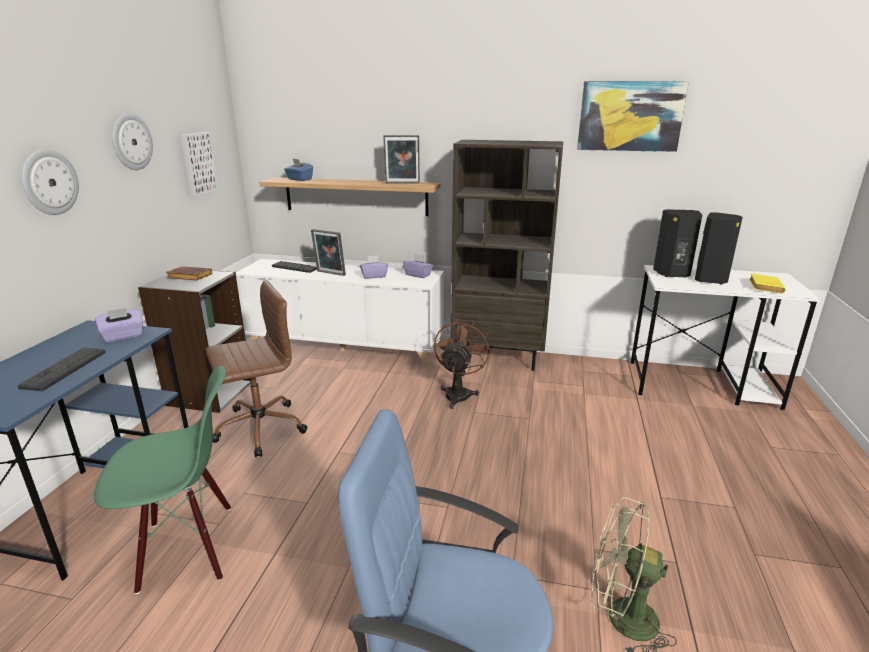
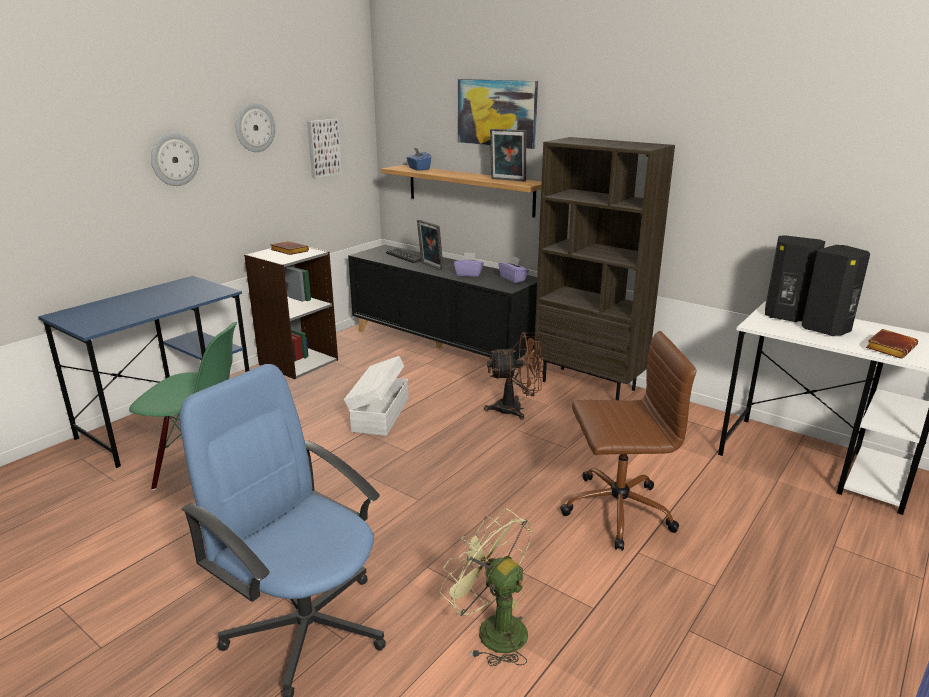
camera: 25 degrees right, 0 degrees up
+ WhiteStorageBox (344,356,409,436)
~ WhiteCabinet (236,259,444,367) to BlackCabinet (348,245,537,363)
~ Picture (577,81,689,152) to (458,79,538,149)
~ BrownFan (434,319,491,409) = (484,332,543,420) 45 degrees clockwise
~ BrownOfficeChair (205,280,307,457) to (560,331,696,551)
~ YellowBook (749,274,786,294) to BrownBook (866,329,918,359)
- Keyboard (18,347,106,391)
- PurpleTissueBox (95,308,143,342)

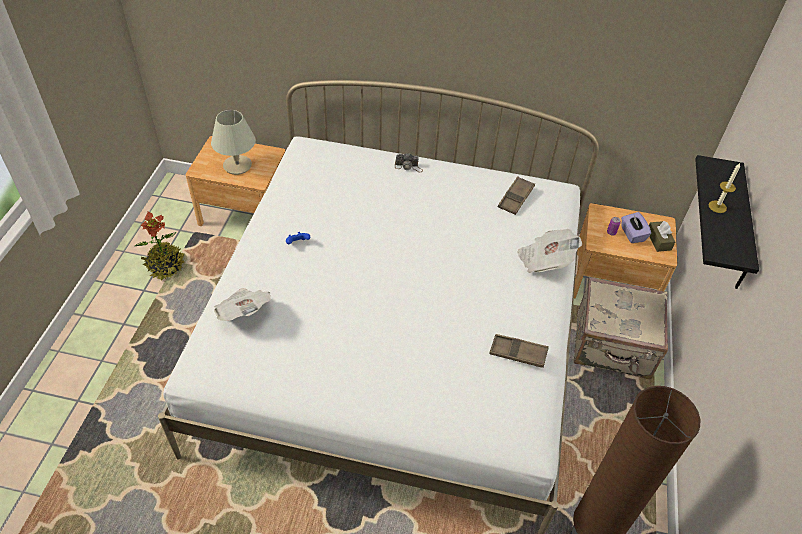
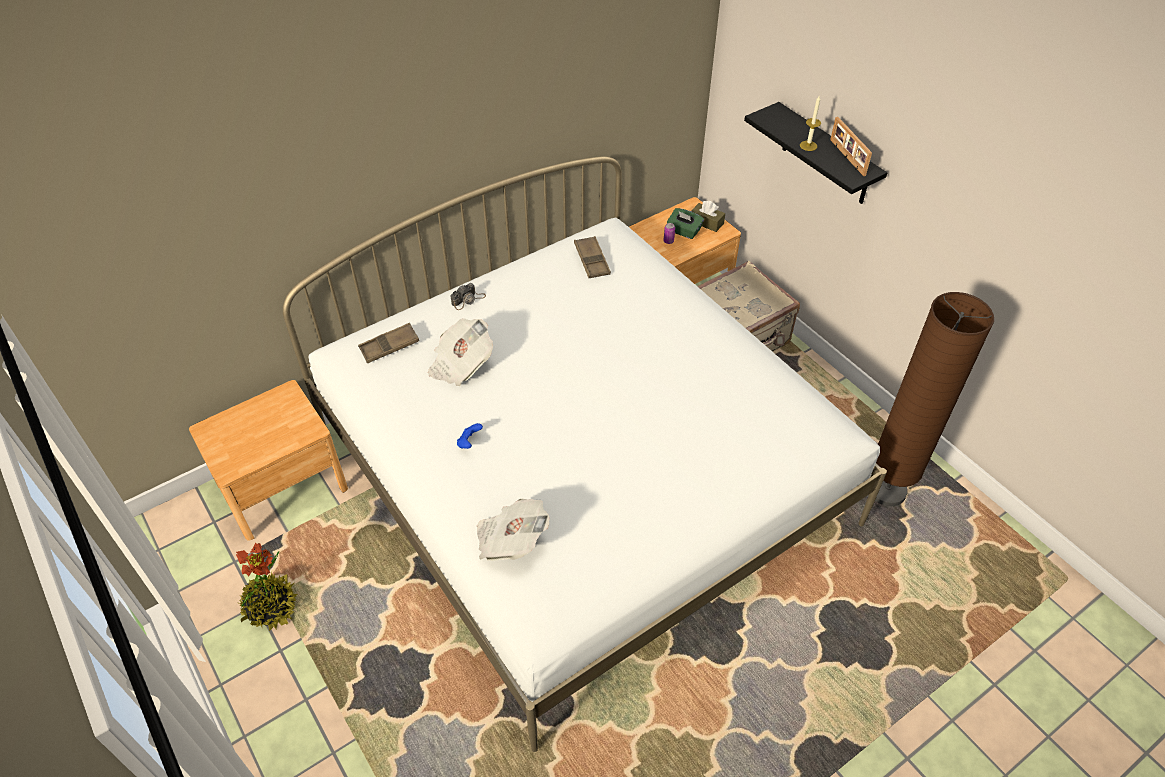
camera: 45 degrees left, 0 degrees up
~ BrownTray (489,334,549,368) to (358,323,419,363)
~ Newspaper (517,229,582,273) to (428,318,493,386)
~ PurpleTissueBox (621,212,651,243) to GreenTissueBox (667,208,704,239)
+ PictureFrame (830,117,872,176)
- BeigeTableLamp (211,110,256,175)

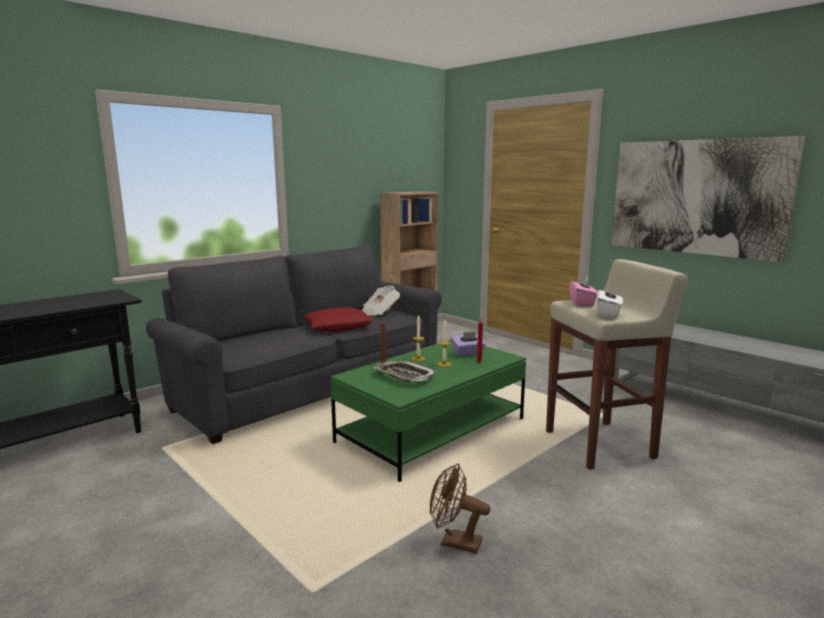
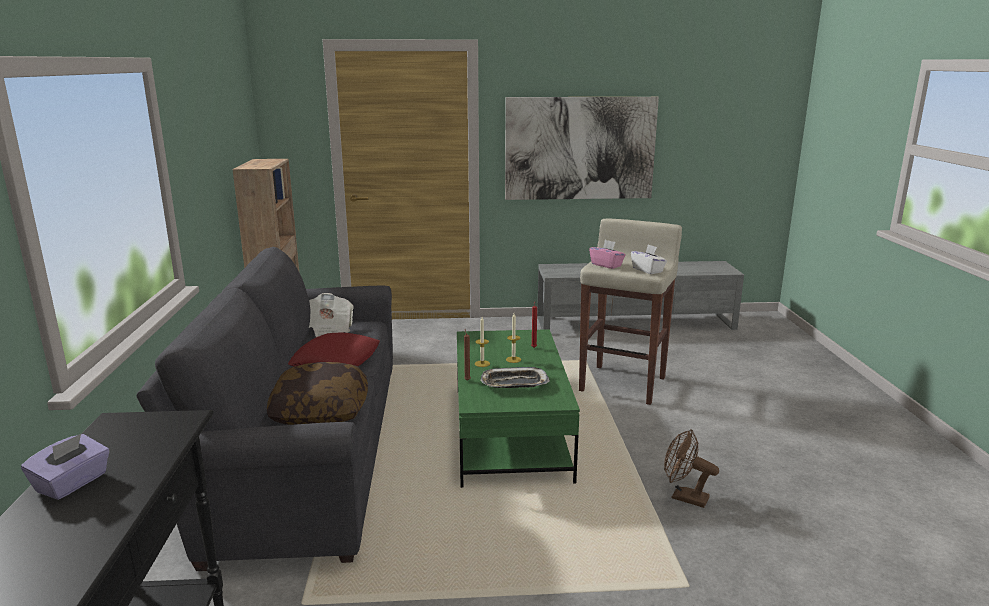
camera: 50 degrees left, 5 degrees up
~ PurpleTissueBox (451,332,486,357) to (21,434,110,500)
+ Pillow (267,362,368,425)
~ BrownFan (430,463,490,554) = (664,429,719,508) 60 degrees clockwise

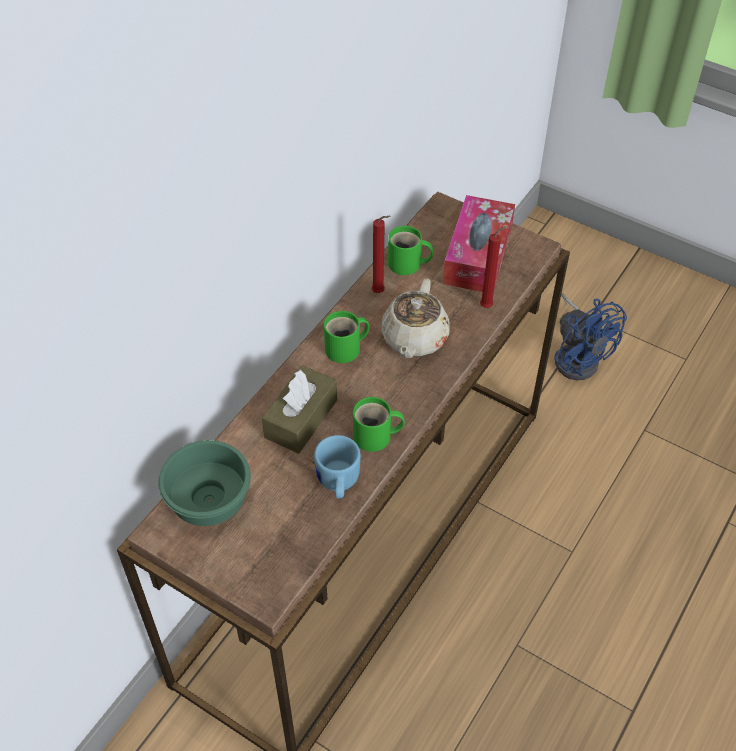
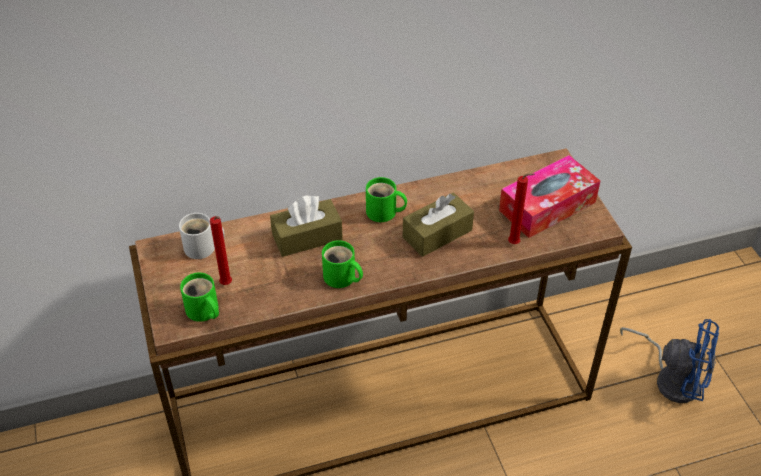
camera: 40 degrees right, 5 degrees down
~ GreenBowl (158,440,251,526) to WhiteMug (179,213,225,259)
~ GreenMug (388,226,433,275) to (180,273,219,322)
~ RedCandle (372,216,391,293) to (210,216,232,285)
~ BeigeTeapot (381,278,450,358) to BrownTissueBox (403,192,474,257)
~ BlueFan (554,293,627,380) = (620,319,719,403) 75 degrees counterclockwise
- BlueMug (314,435,361,498)

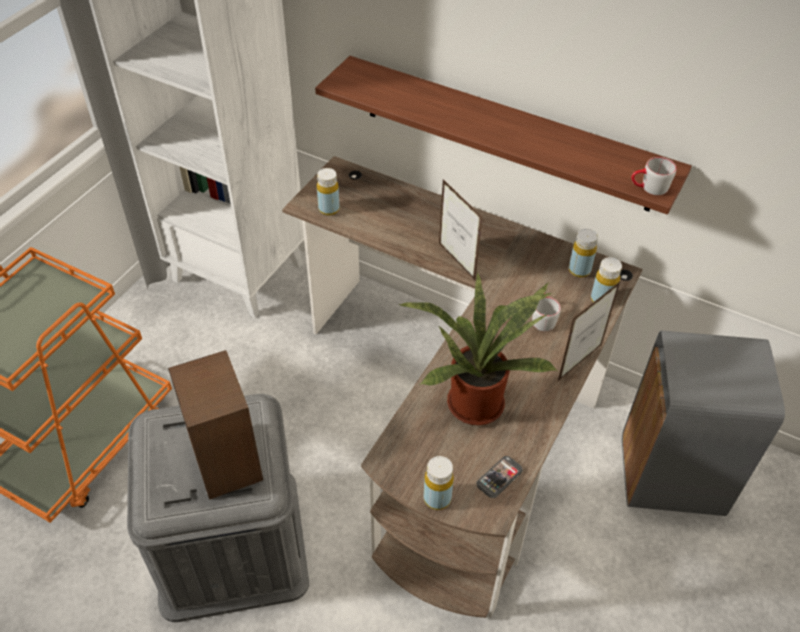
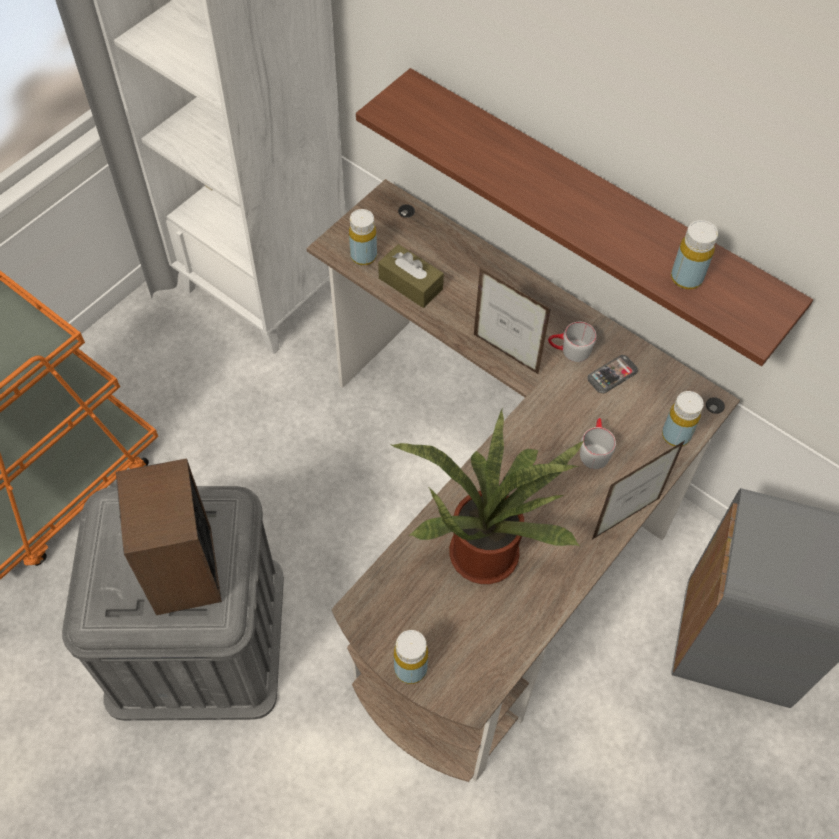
camera: 10 degrees right, 10 degrees up
+ BrownTissueBox (378,244,444,308)
~ PictureFrame (439,179,483,280) = (474,268,551,375) 150 degrees clockwise
~ GreyMug (631,157,676,195) to (548,322,597,362)
~ Phone (476,456,523,498) to (588,355,638,394)
~ YellowBottle (569,228,598,277) to (671,220,718,289)

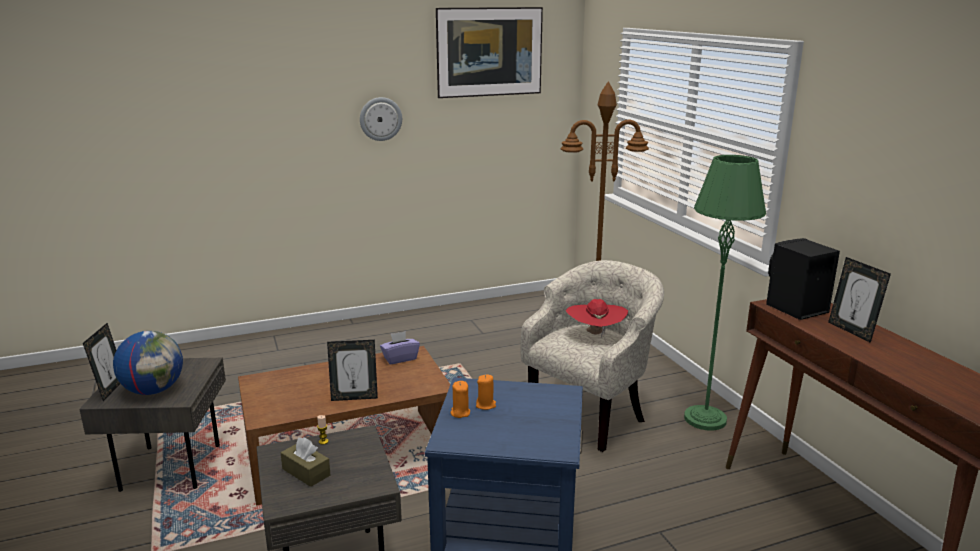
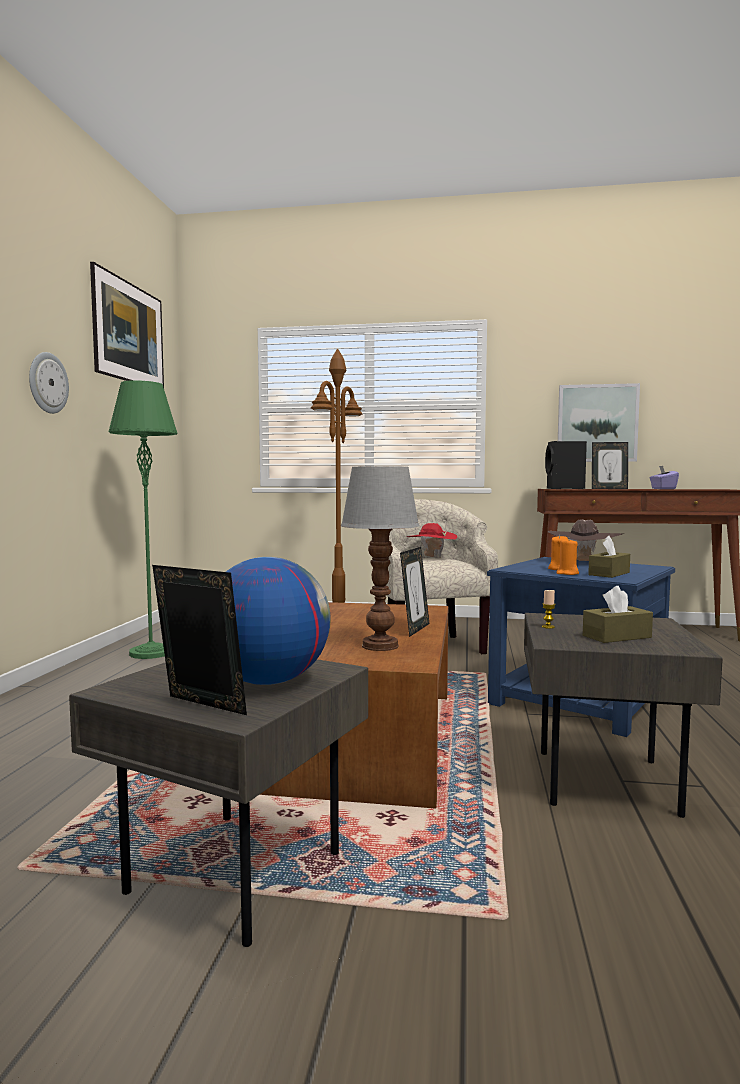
camera: 60 degrees left, 15 degrees down
~ GreenFloorLamp (684,155,766,431) to (109,380,178,659)
+ TableLamp (341,466,420,651)
+ BrownHat (548,519,624,561)
+ Picture (558,383,640,462)
+ BrownTissueBox (588,536,630,578)
~ PurpleTissueBox (380,331,420,364) to (650,466,679,489)

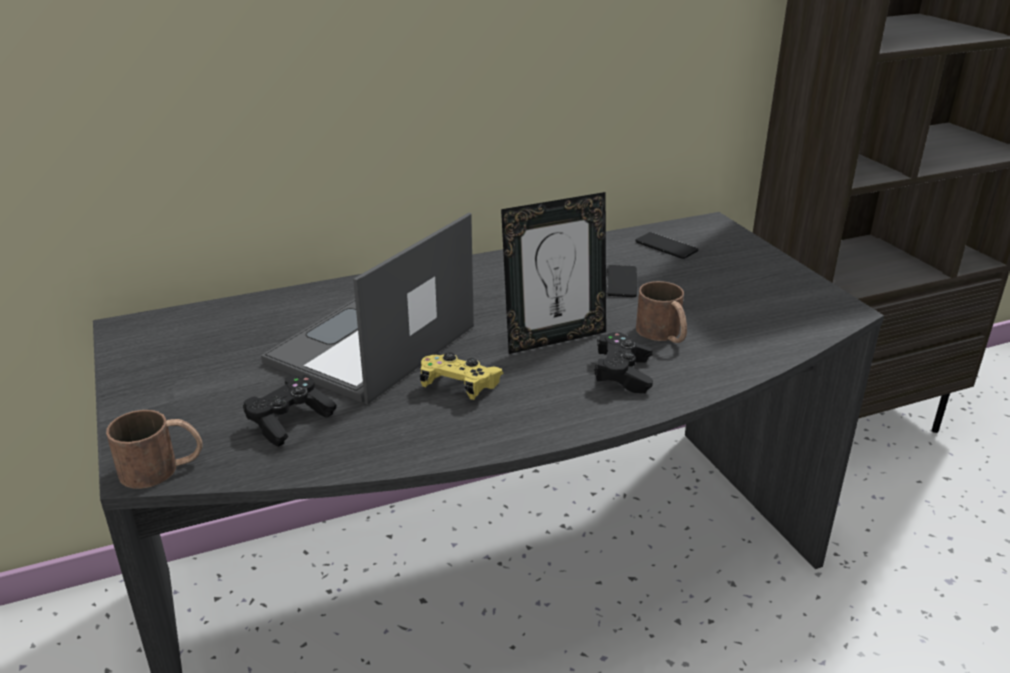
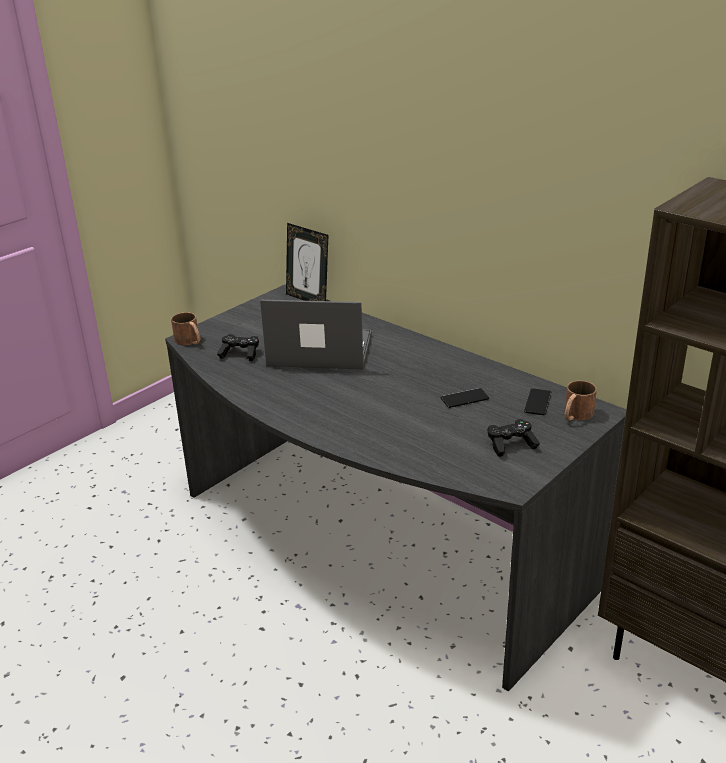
camera: 65 degrees right, 0 degrees up
~ PictureFrame (501,192,606,354) to (286,223,328,301)
~ BlackGameController (594,332,653,393) to (487,419,540,457)
~ BrownMug (636,281,687,343) to (564,381,597,421)
- YellowGameController (420,352,503,400)

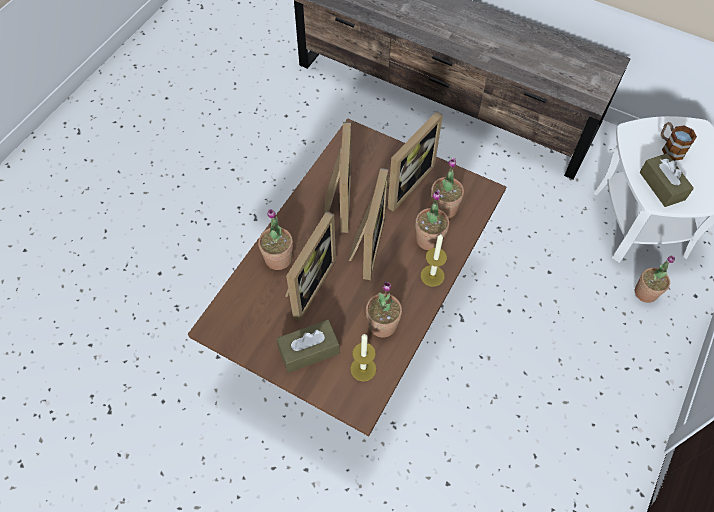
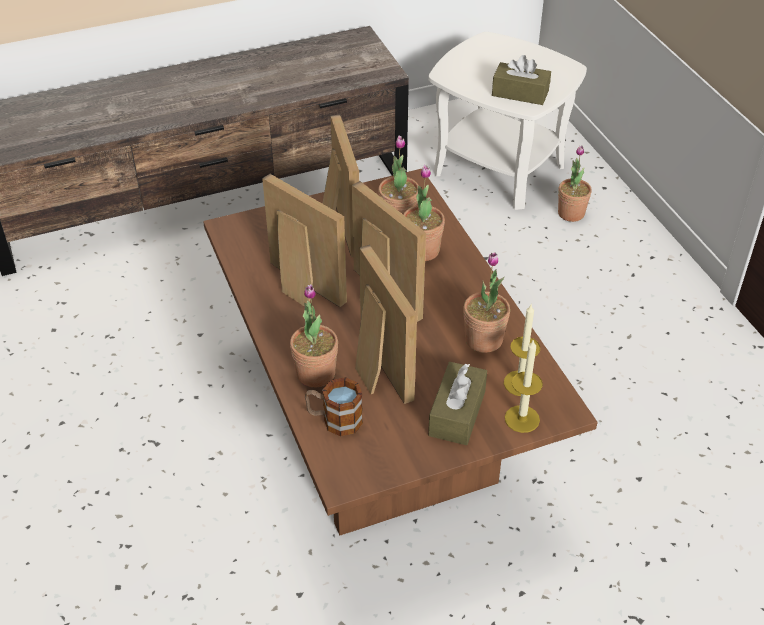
camera: 50 degrees left, 15 degrees down
~ Mug (661,122,697,161) to (305,377,363,436)
~ Candle (421,234,447,287) to (505,339,543,433)

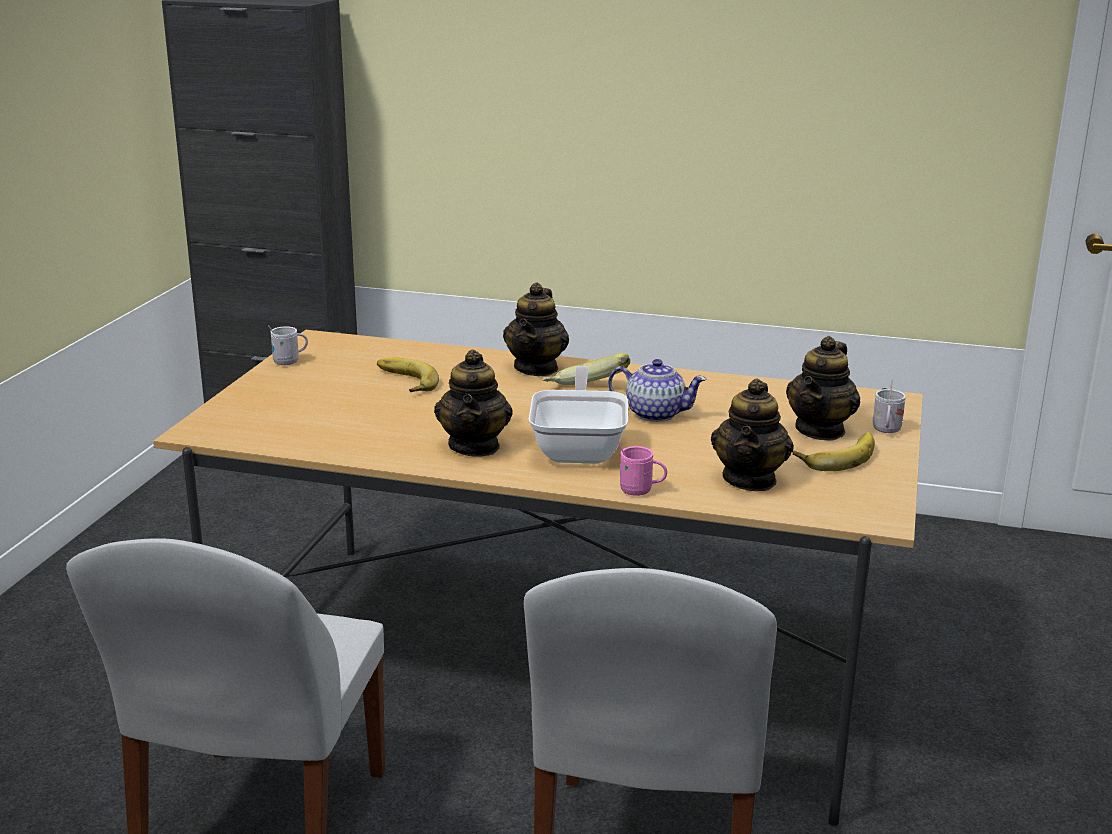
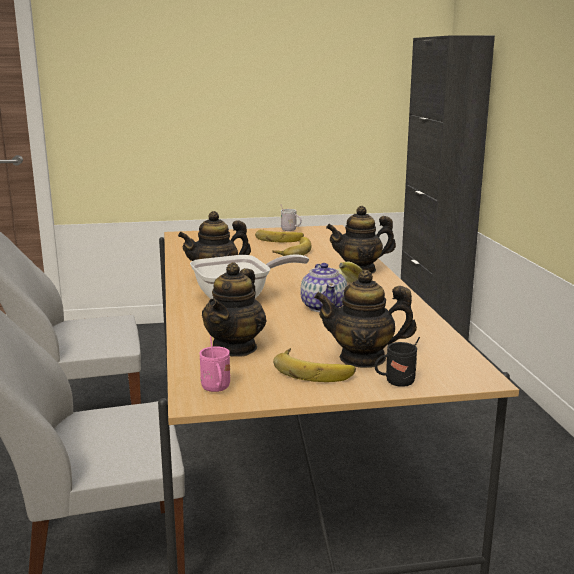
camera: 65 degrees right, 5 degrees down
~ PinkMug (617,441,667,496) to (199,336,230,392)
~ Teapot (711,378,794,491) = (202,262,267,357) 60 degrees counterclockwise
+ Banana (255,229,304,242)
~ WhiteMug (873,379,906,433) to BlackMug (374,337,420,387)

